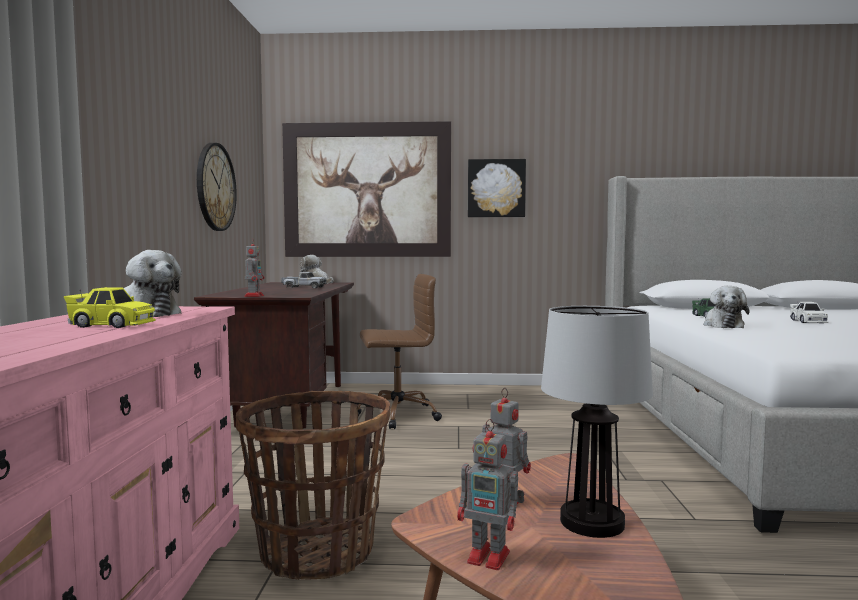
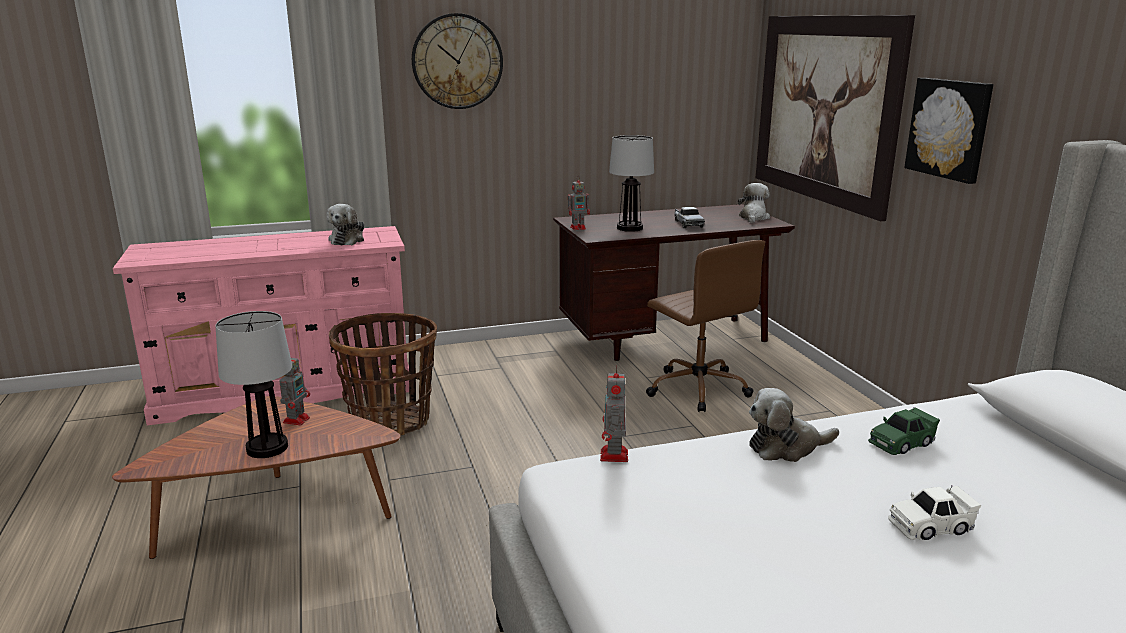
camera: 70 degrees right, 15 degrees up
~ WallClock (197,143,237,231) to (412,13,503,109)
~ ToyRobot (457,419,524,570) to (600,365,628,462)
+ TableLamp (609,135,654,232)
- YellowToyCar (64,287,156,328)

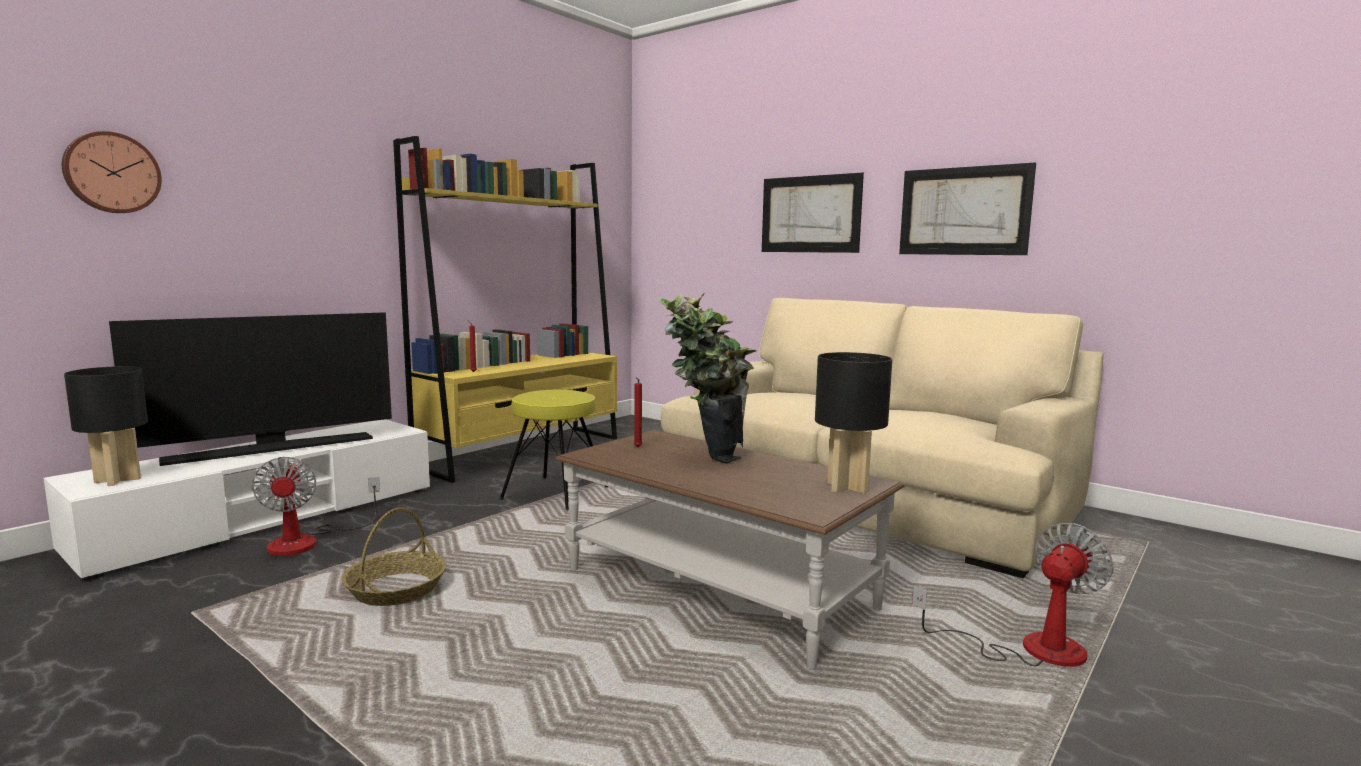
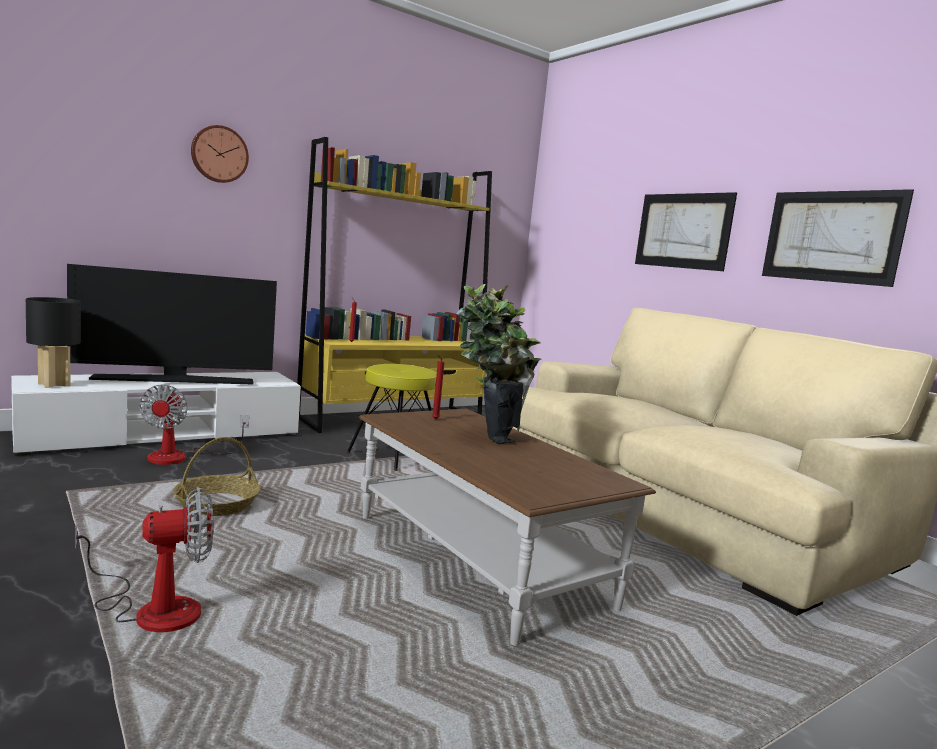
camera: 15 degrees right, 0 degrees up
~ Fan (912,523,1114,667) to (75,487,214,632)
~ WallClock (62,131,162,213) to (191,125,249,183)
- BlackTableLamp (815,352,892,494)

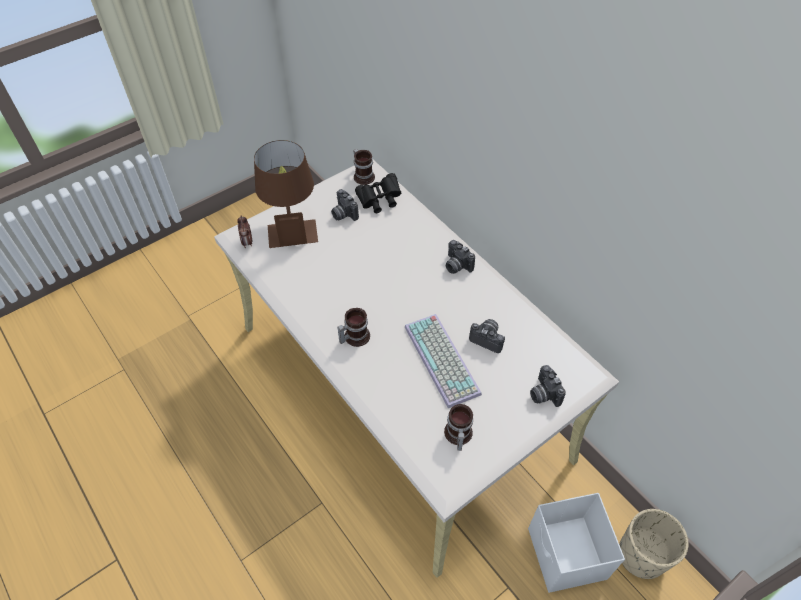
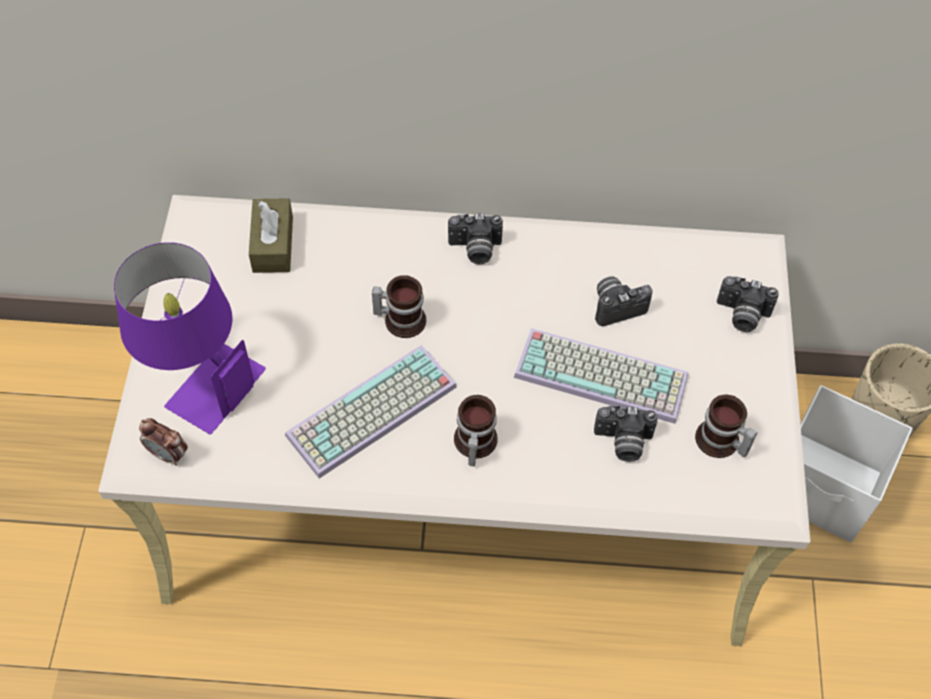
camera: 50 degrees left, 5 degrees up
~ BrownTableLamp (254,140,318,248) to PurpleTableLamp (114,242,266,434)
~ BlackBinoculars (355,173,401,213) to BrownTissueBox (249,198,293,273)
+ Keyboard (285,345,457,479)
~ Mug (353,149,375,185) to (372,275,426,338)
~ PhotoCamera (331,189,359,221) to (594,406,657,462)

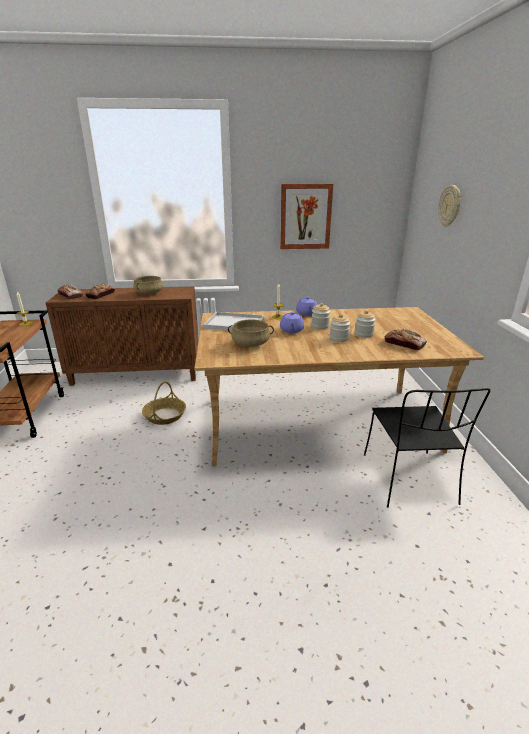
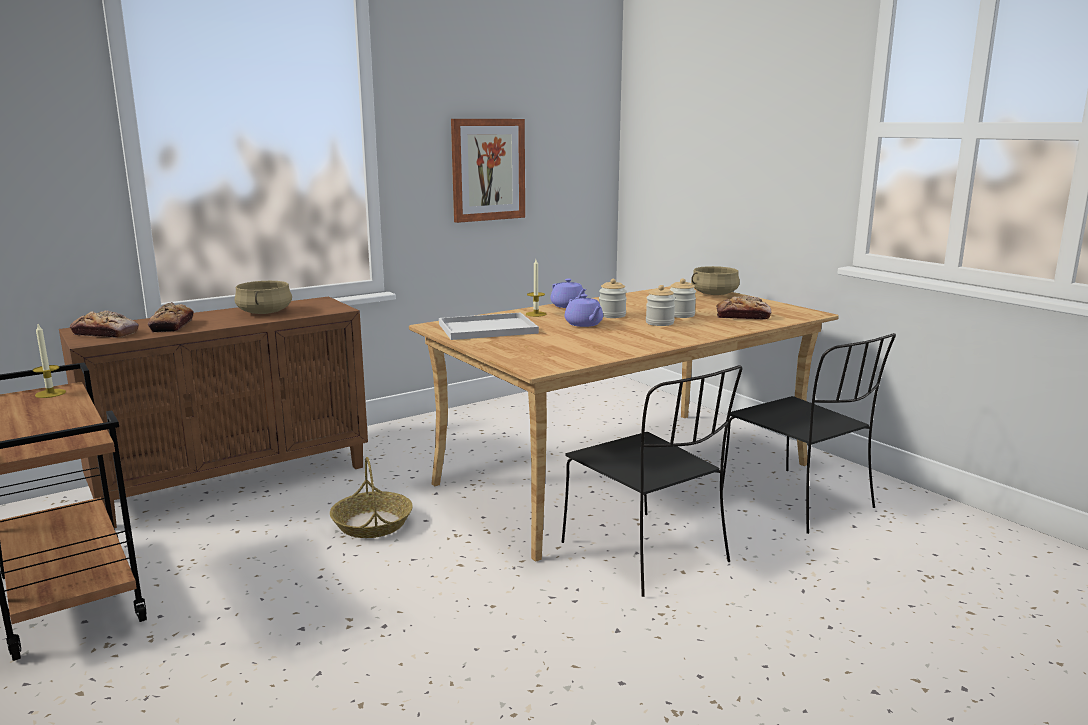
camera: 30 degrees left, 10 degrees down
+ BlackChair (562,365,742,597)
~ BeigeCookingPot (228,319,274,347) to (691,266,740,295)
- WallClock (438,185,461,227)

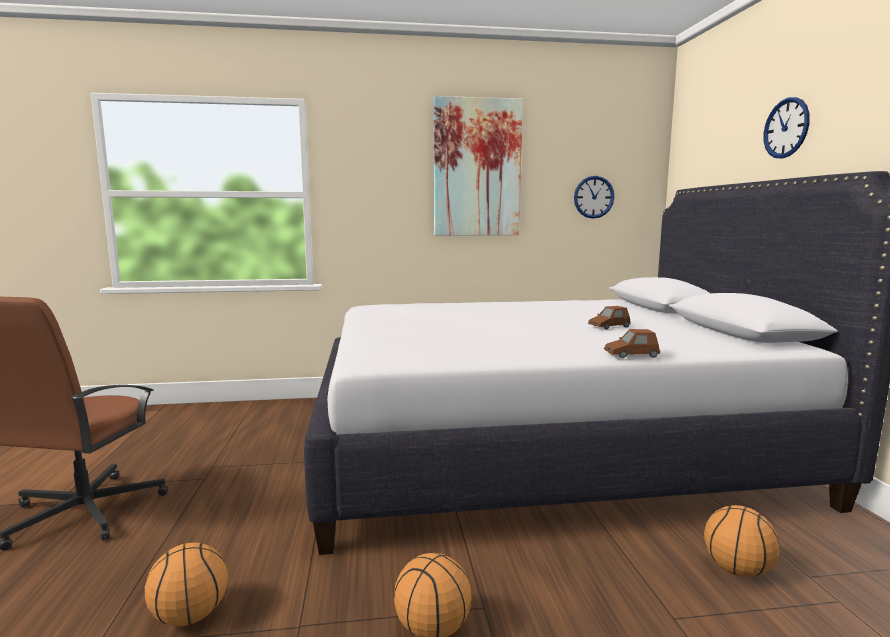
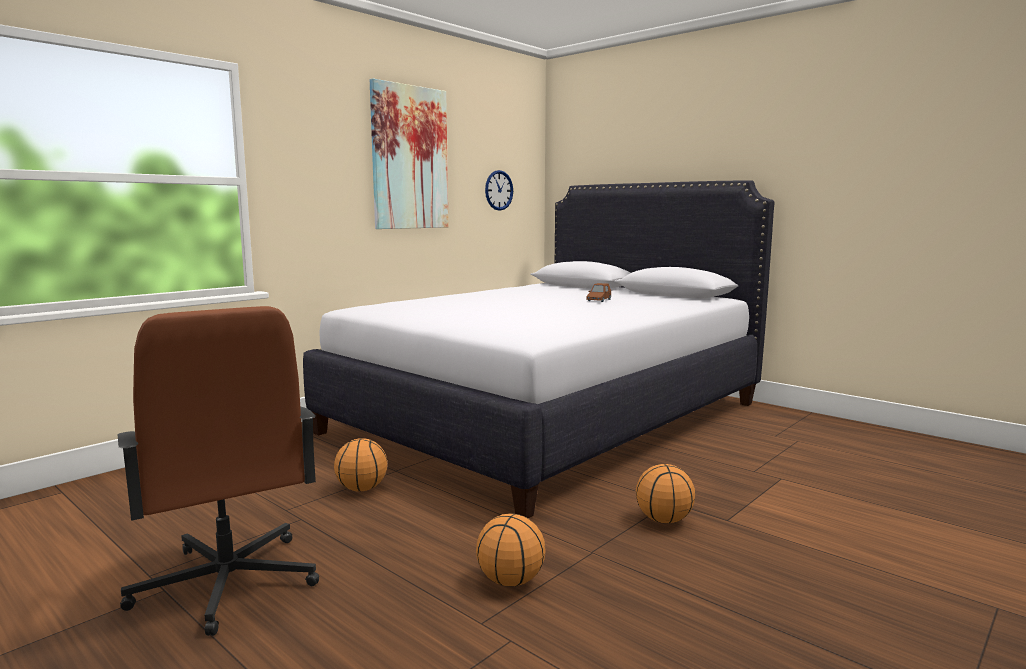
camera: 40 degrees left, 0 degrees up
~ Basketball (704,505,780,577) to (334,438,387,492)
- BrownToyCar (604,329,660,358)
- WallClock (763,97,810,159)

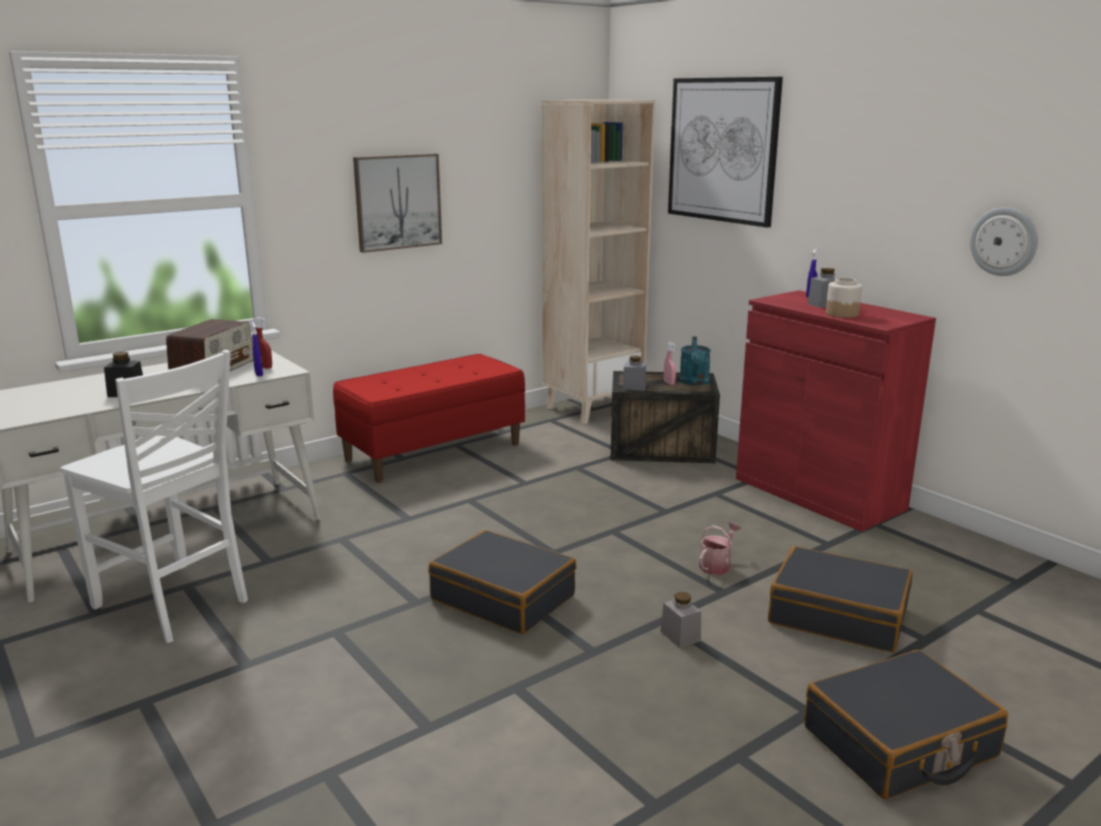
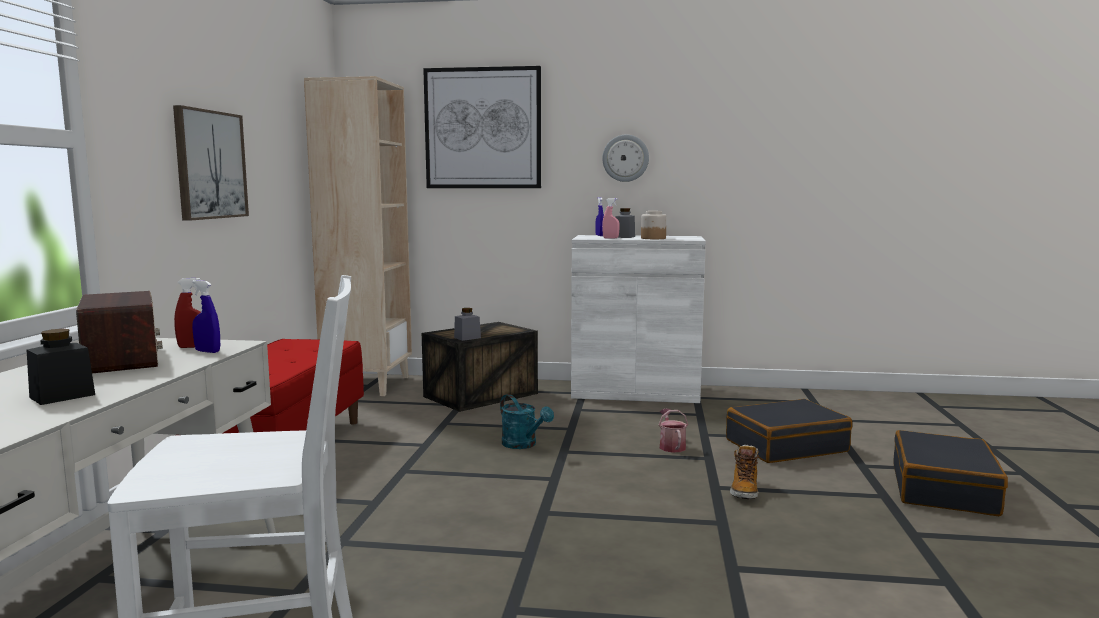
camera: 45 degrees left, 10 degrees down
~ TurquoiseWateringCan (679,337,711,386) to (500,394,554,449)
~ RedCabinet (736,290,936,532) to WhiteCabinet (571,235,706,403)
~ WallClock (970,207,1038,276) to (602,135,649,182)
~ PinkSprayBottle (664,342,676,385) to (602,198,620,239)
~ GreyJar (661,592,701,648) to Boot (730,445,759,499)
- BlackSuitcase (429,530,577,634)

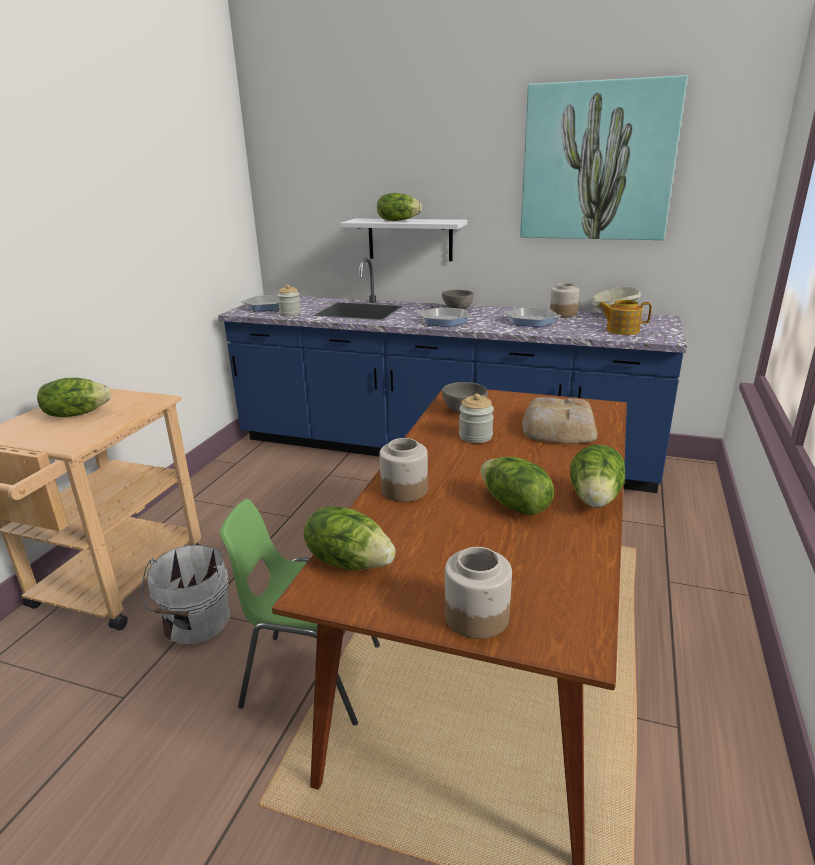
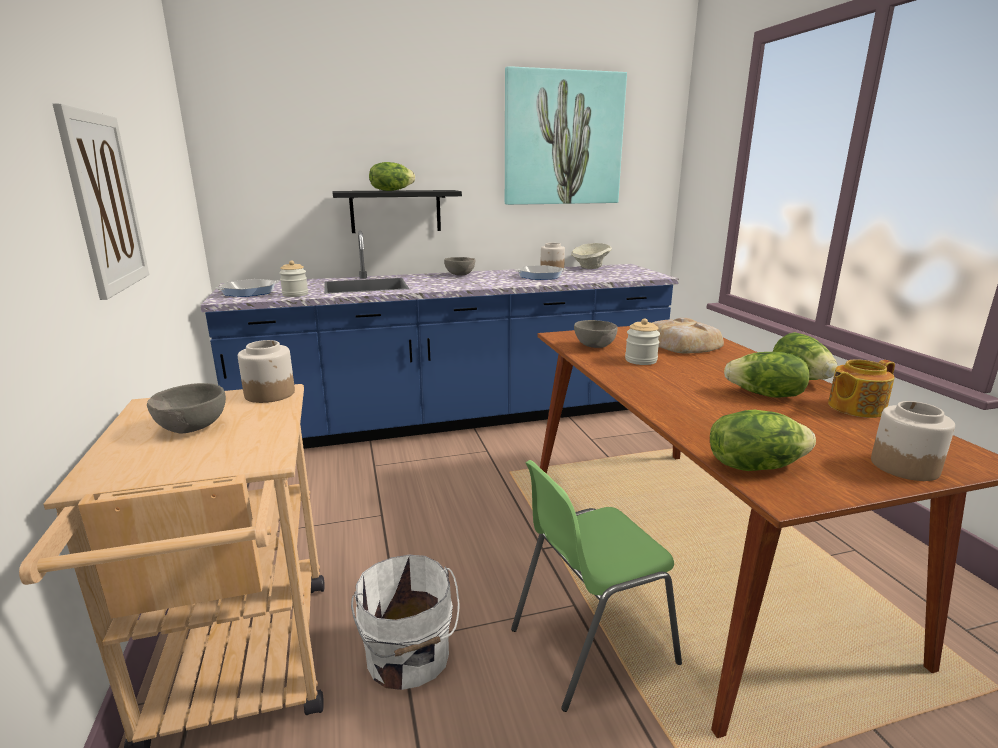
camera: 35 degrees left, 5 degrees down
+ Picture (53,103,149,300)
~ Lettuce (37,378,111,417) to GreyBowl (147,383,226,434)
~ Jar (379,438,428,502) to (238,340,295,403)
~ WhiteShelf (340,218,468,261) to BlackShelf (332,190,462,233)
~ Teapot (598,300,652,335) to (828,359,895,418)
- FryingPan (417,307,473,327)

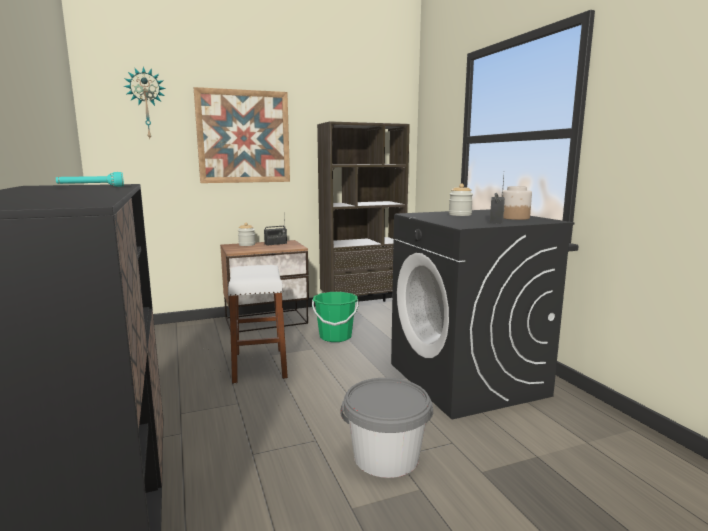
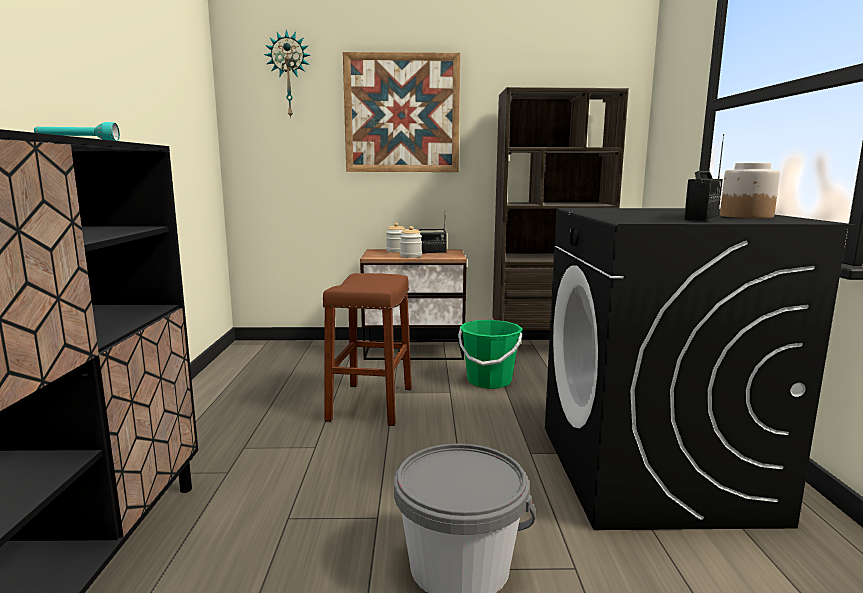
camera: 20 degrees right, 0 degrees up
~ WhiteStool (228,265,288,384) to BrownStool (323,273,412,426)
~ Jar (449,184,473,216) to (400,226,422,258)

